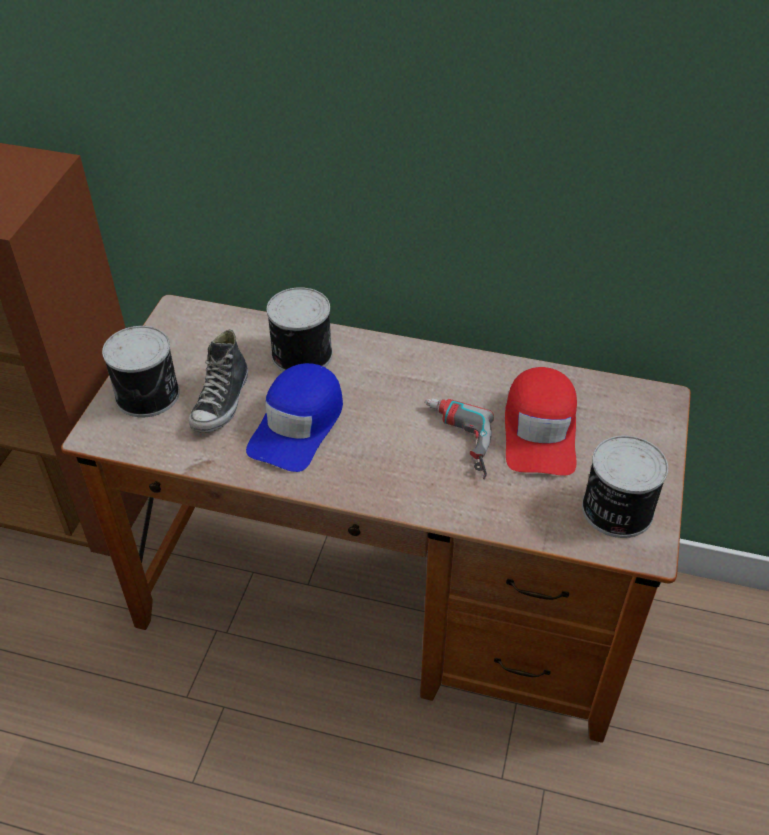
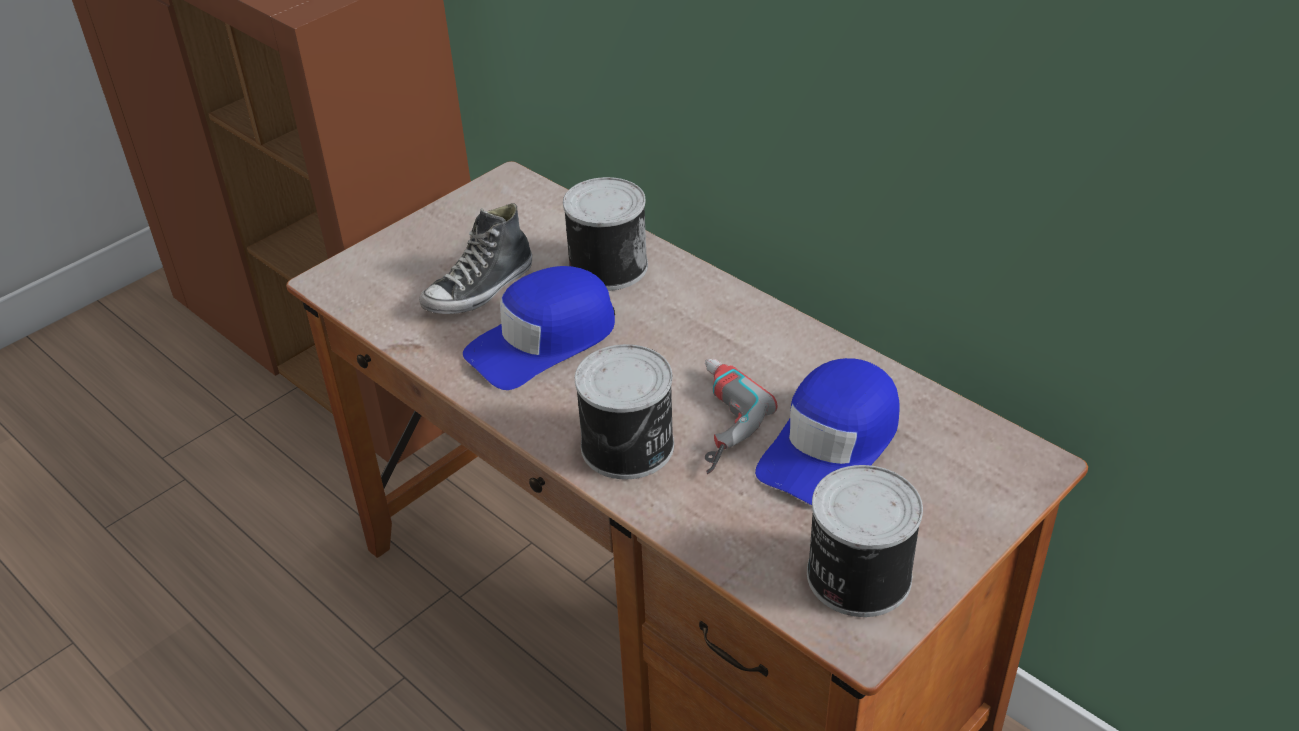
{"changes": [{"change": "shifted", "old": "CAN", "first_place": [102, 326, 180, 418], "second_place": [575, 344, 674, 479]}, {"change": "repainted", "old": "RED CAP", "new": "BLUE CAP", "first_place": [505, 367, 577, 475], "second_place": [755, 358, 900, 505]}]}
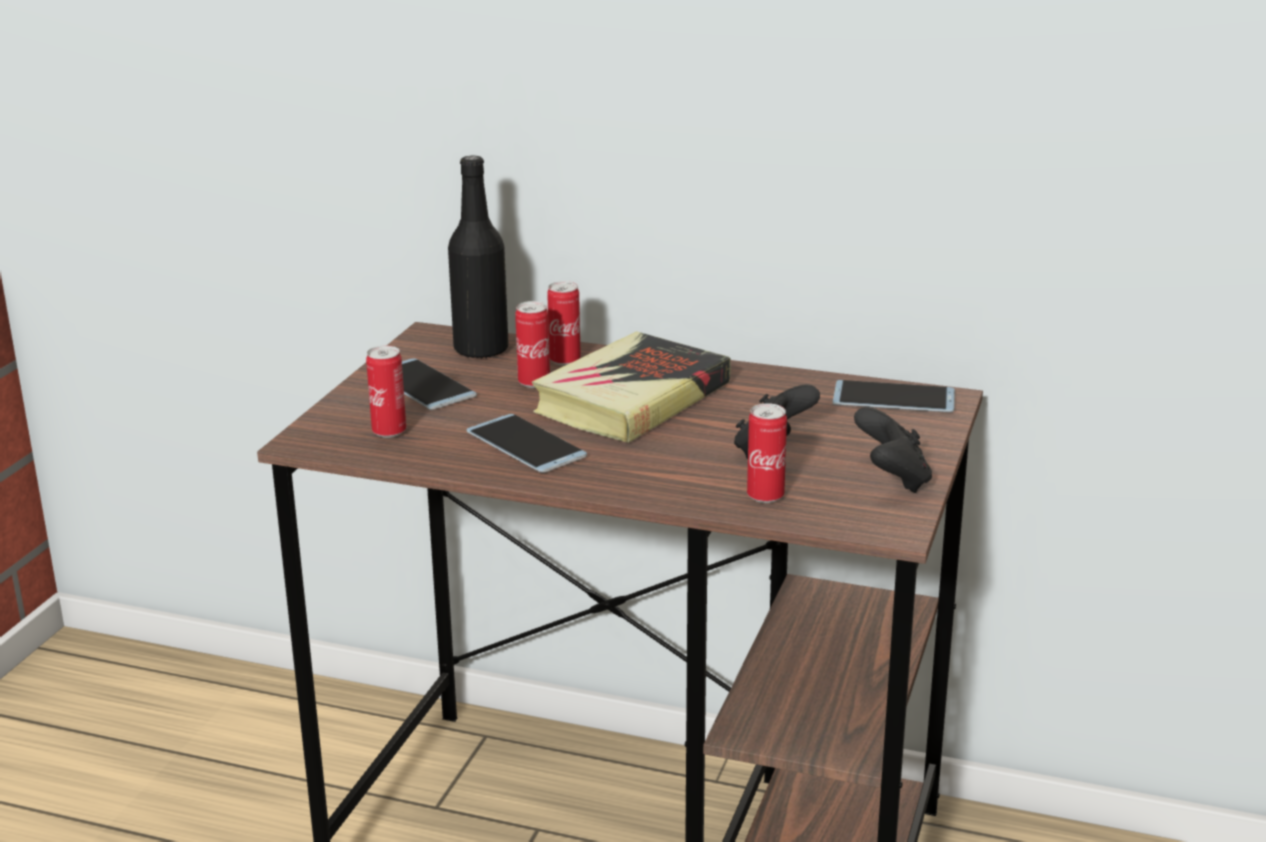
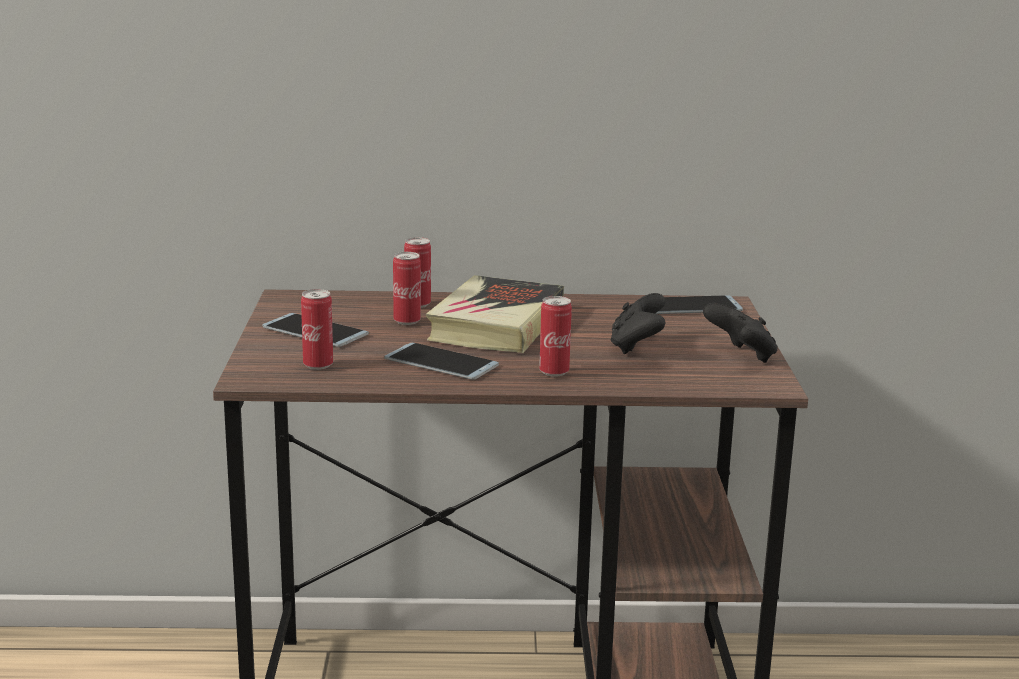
{"changes": [{"change": "shifted", "old": "CAN", "first_place": [747, 403, 787, 503], "second_place": [539, 296, 572, 377]}, {"change": "gone", "old": "BLACK BOTTLE", "first_place": [448, 155, 509, 359]}]}
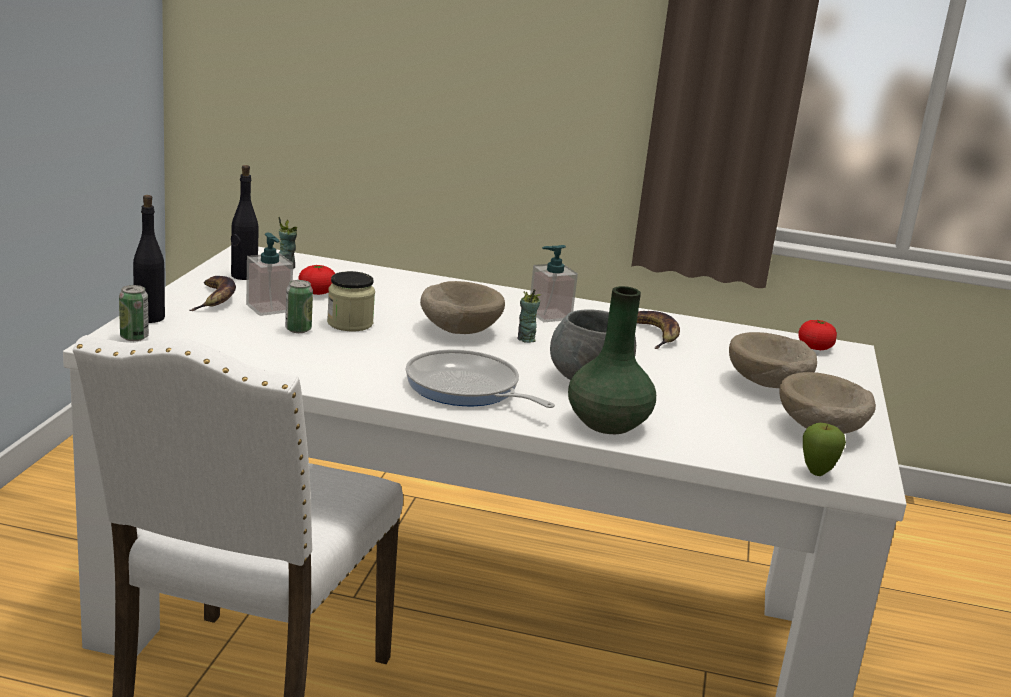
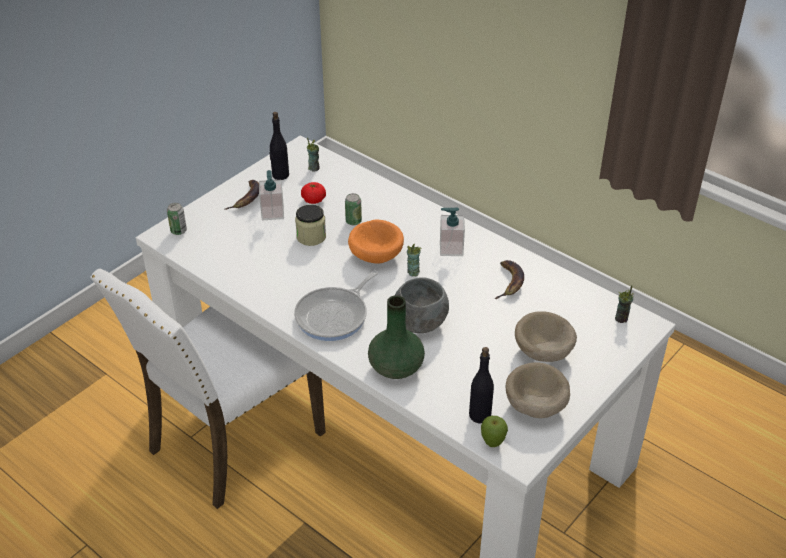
{"changes": [{"change": "rotated", "old": "FRYING PAN", "first_place": [405, 349, 555, 408], "second_place": [294, 271, 378, 341], "degrees": -120}, {"change": "shifted", "old": "CAN", "first_place": [285, 280, 313, 333], "second_place": [345, 193, 362, 225]}, {"change": "repainted", "old": "BEIGE BOWL", "new": "ORANGE BOWL", "first_place": [420, 281, 505, 334], "second_place": [348, 220, 404, 264]}, {"change": "shifted", "old": "BLACK BOTTLE", "first_place": [133, 195, 165, 323], "second_place": [469, 347, 494, 423]}, {"change": "swapped", "old": "TOMATO", "new": "CUP", "first_place": [798, 320, 837, 350], "second_place": [615, 285, 634, 323]}]}
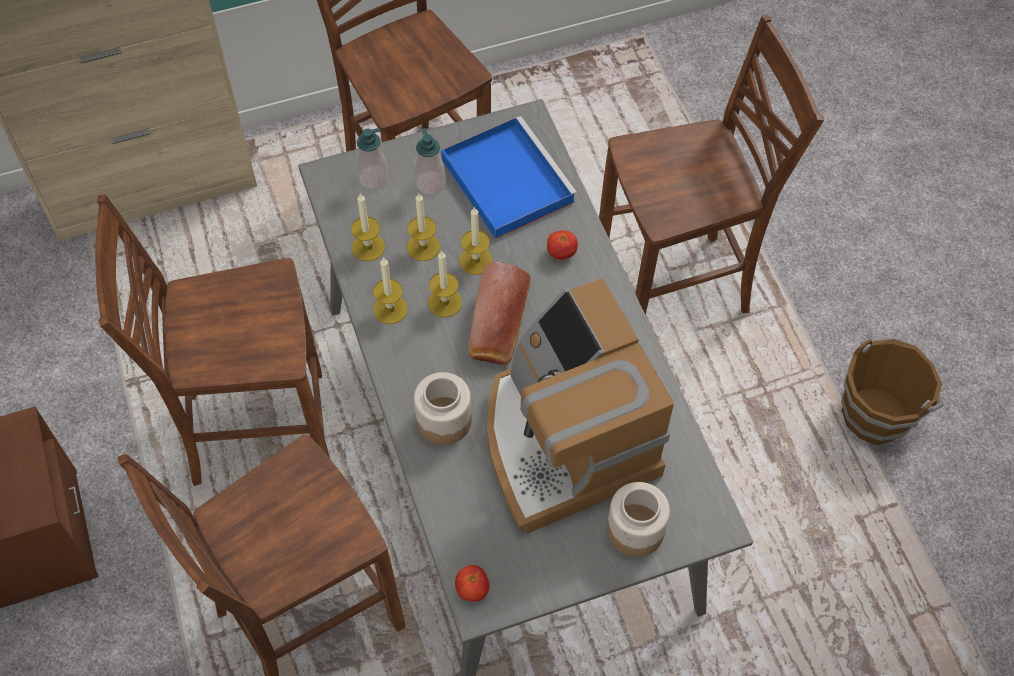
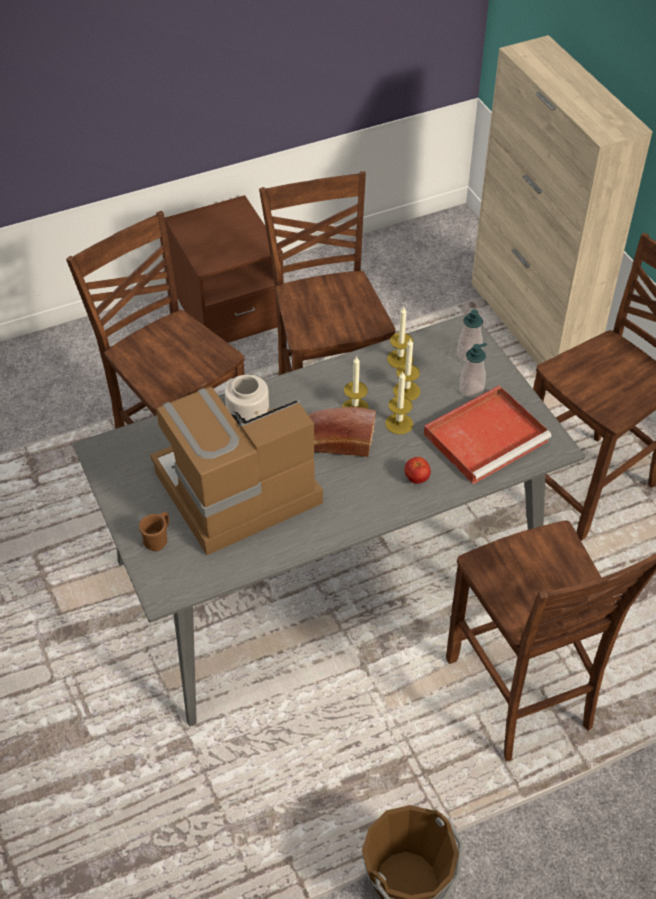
{"changes": [{"change": "swapped", "old": "JAR", "new": "BROWN MUG", "first_place": [607, 482, 670, 557], "second_place": [139, 511, 169, 551]}, {"change": "repainted", "old": "BLUE TRAY", "new": "RED TRAY", "first_place": [441, 116, 578, 239], "second_place": [424, 385, 552, 484]}, {"change": "gone", "old": "CANDLE", "first_place": [373, 257, 408, 324]}, {"change": "gone", "old": "TOMATO", "first_place": [455, 565, 490, 602]}]}
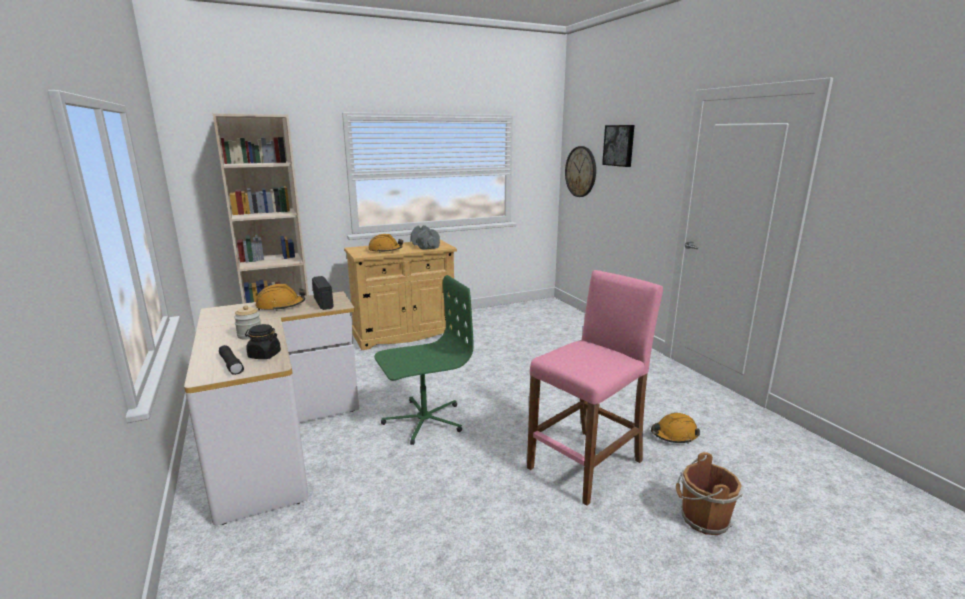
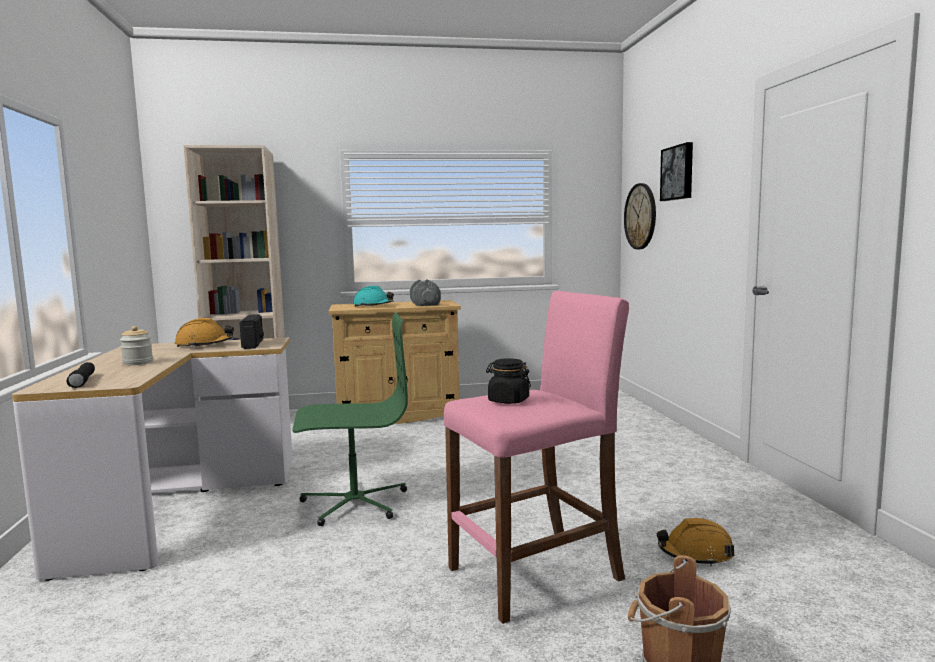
{"changes": [{"change": "repainted", "old": "ORANGE HARD HAT", "new": "TURQUOISE HARD HAT", "first_place": [368, 234, 403, 253], "second_place": [353, 286, 394, 307]}, {"change": "shifted", "old": "BLACK JAR", "first_place": [245, 324, 281, 359], "second_place": [486, 358, 531, 404]}]}
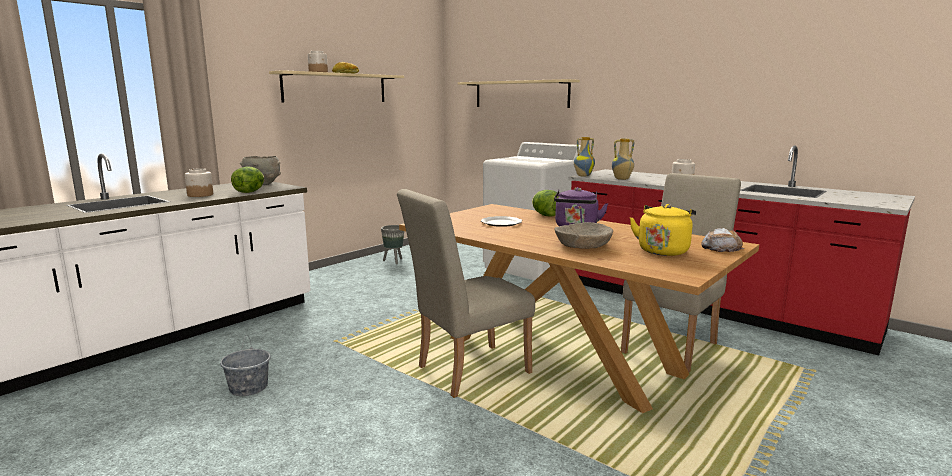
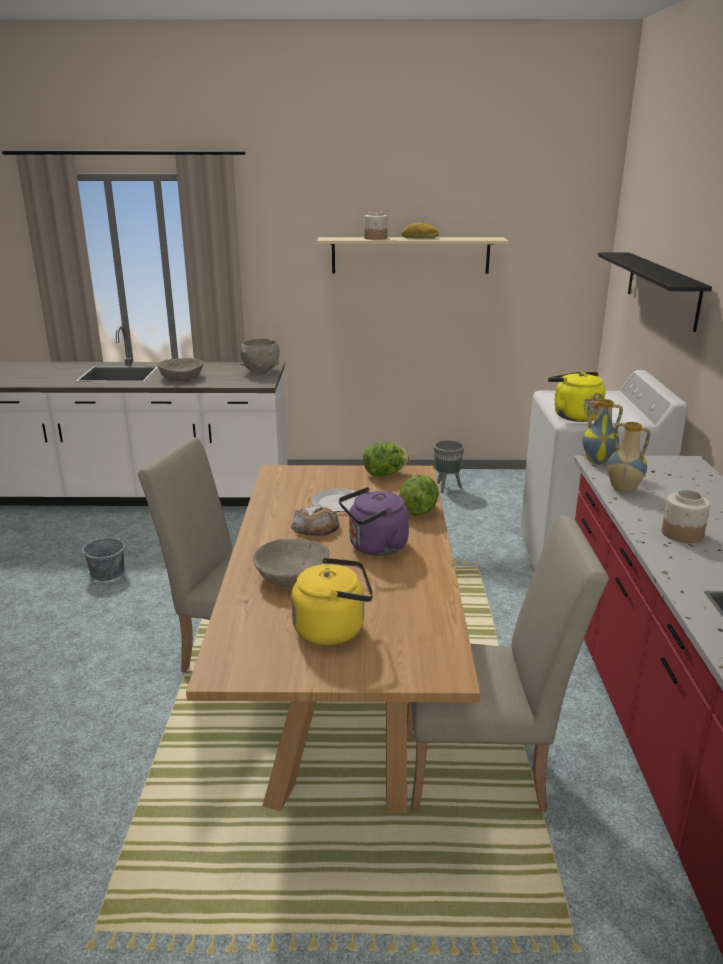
{"changes": [{"change": "swapped", "old": "JAR", "new": "BEIGE BOWL", "first_place": [185, 168, 213, 197], "second_place": [158, 358, 203, 381]}, {"change": "shifted", "old": "BREAD", "first_place": [701, 228, 744, 252], "second_place": [291, 504, 339, 537]}, {"change": "shifted", "old": "LETTUCE", "first_place": [231, 167, 264, 193], "second_place": [363, 442, 409, 477]}, {"change": "new", "new": "YELLOW KETTLE", "second_place": [548, 372, 606, 422]}, {"change": "repainted", "old": "BEIGE SHELF", "new": "BLACK SHELF", "first_place": [458, 79, 580, 108], "second_place": [598, 253, 712, 332]}]}
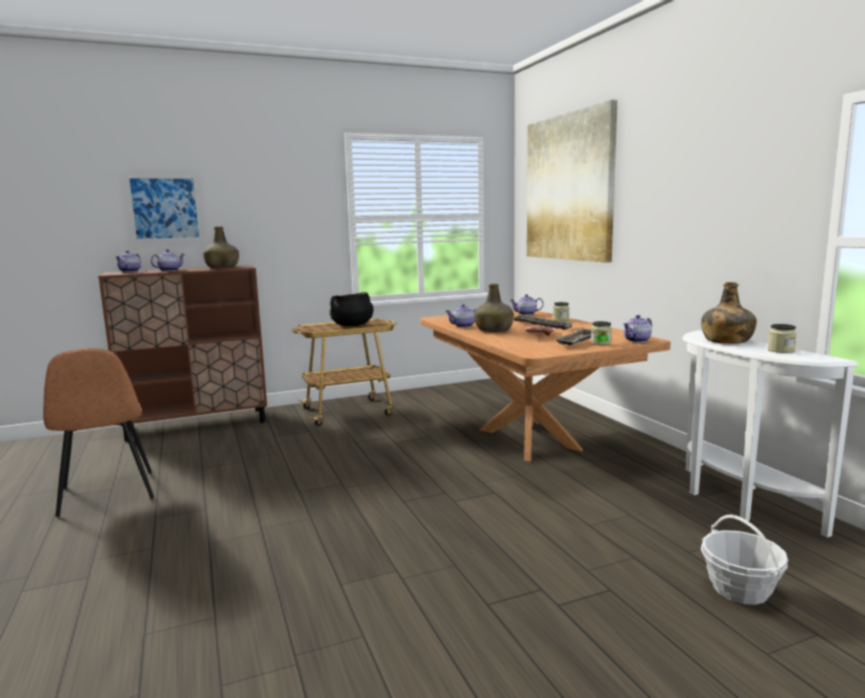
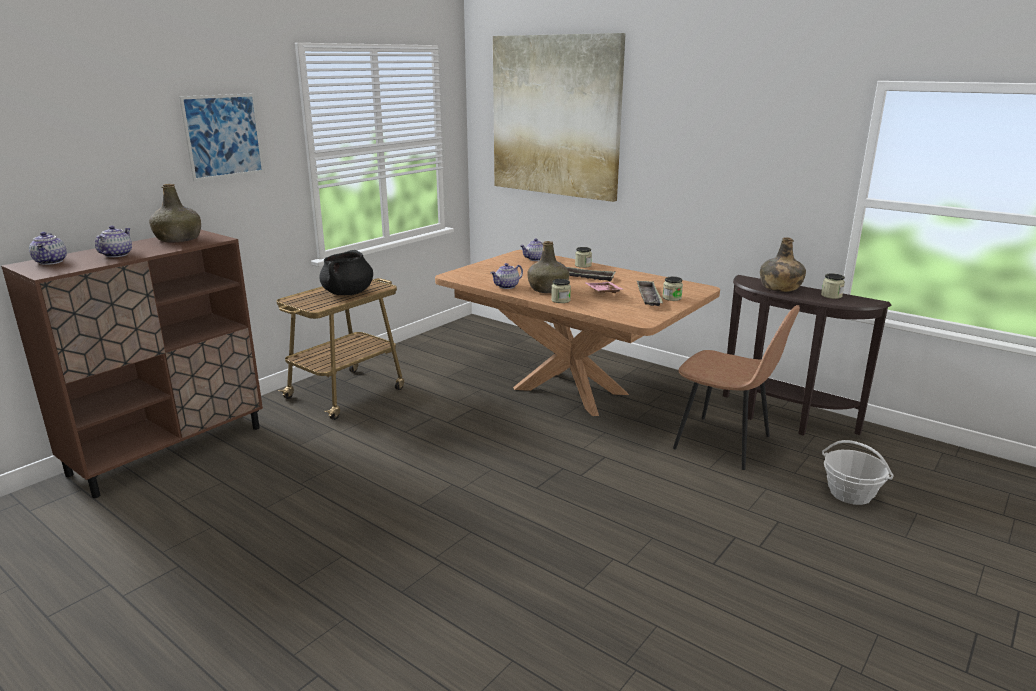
{"changes": [{"change": "shifted", "old": "PICTURE", "first_place": [127, 176, 201, 241], "second_place": [179, 93, 264, 181]}, {"change": "new", "new": "JAR", "second_place": [551, 279, 571, 303]}, {"change": "shifted", "old": "BROWN CHAIR", "first_place": [43, 348, 154, 517], "second_place": [673, 305, 800, 470]}, {"change": "repainted", "old": "WHITE CONSOLE TABLE", "new": "BROWN CONSOLE TABLE", "first_place": [682, 330, 859, 537], "second_place": [723, 275, 892, 436]}, {"change": "gone", "old": "TEAPOT", "first_place": [623, 315, 652, 343]}]}
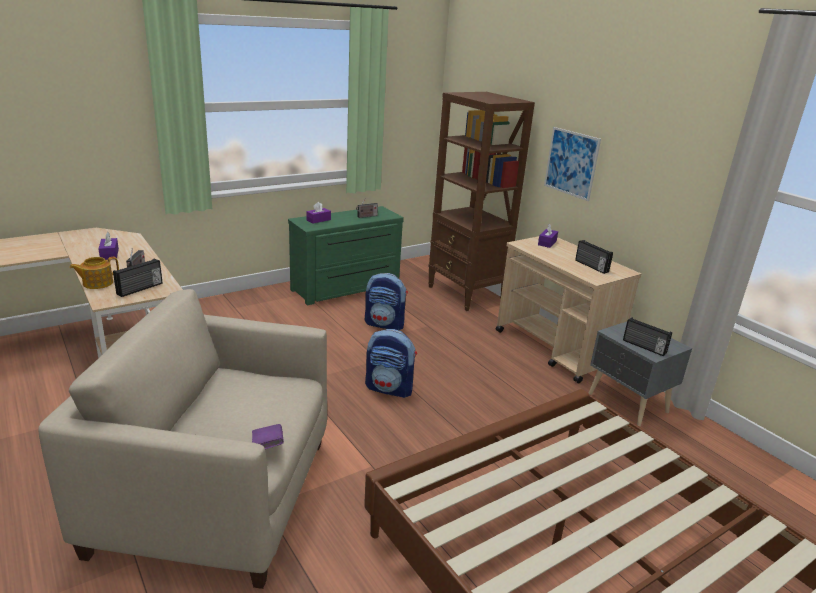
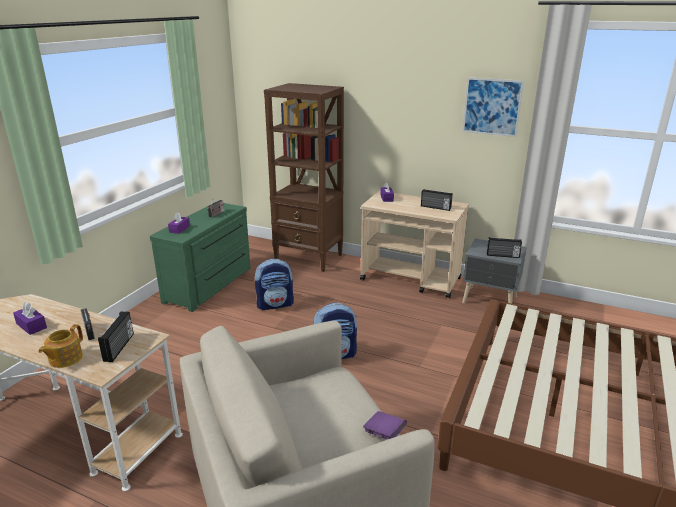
{"changes": [{"change": "shifted", "old": "PICTURE", "first_place": [544, 127, 601, 201], "second_place": [462, 77, 524, 137]}]}
